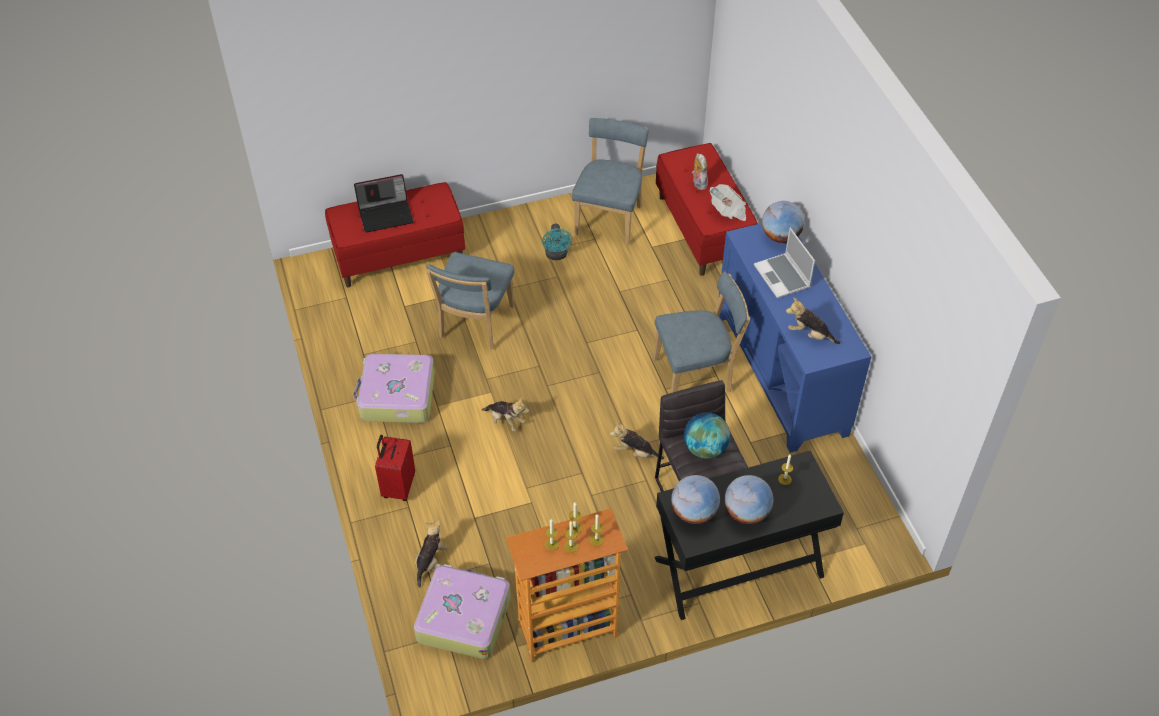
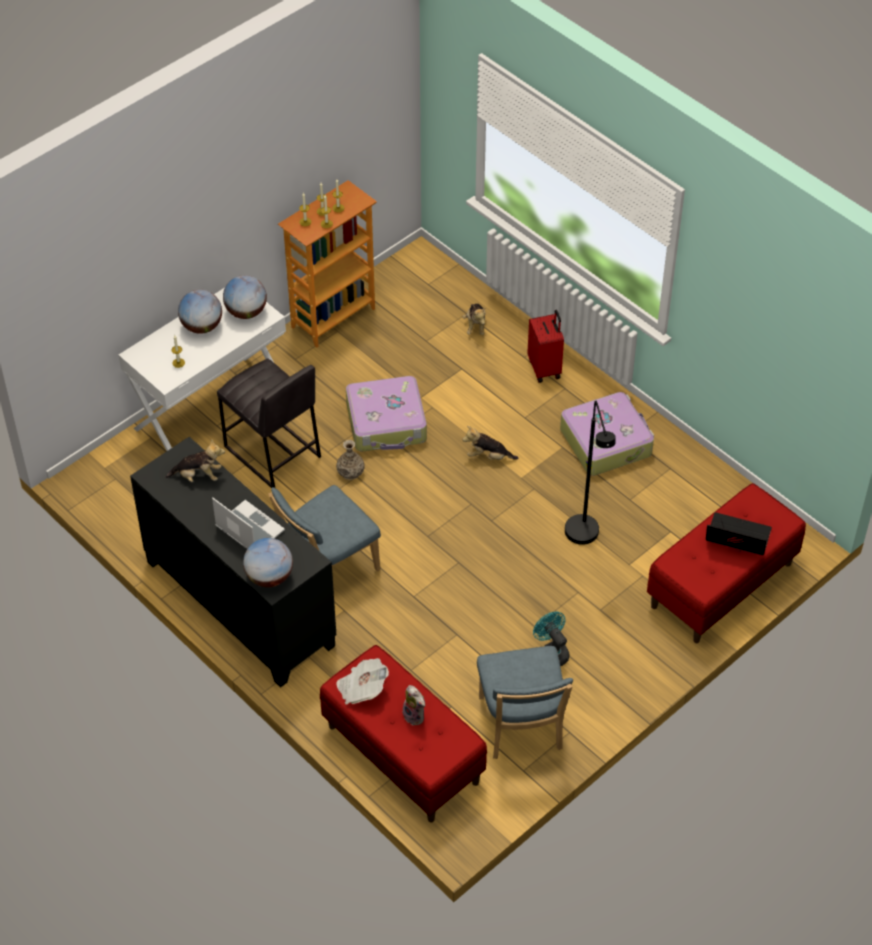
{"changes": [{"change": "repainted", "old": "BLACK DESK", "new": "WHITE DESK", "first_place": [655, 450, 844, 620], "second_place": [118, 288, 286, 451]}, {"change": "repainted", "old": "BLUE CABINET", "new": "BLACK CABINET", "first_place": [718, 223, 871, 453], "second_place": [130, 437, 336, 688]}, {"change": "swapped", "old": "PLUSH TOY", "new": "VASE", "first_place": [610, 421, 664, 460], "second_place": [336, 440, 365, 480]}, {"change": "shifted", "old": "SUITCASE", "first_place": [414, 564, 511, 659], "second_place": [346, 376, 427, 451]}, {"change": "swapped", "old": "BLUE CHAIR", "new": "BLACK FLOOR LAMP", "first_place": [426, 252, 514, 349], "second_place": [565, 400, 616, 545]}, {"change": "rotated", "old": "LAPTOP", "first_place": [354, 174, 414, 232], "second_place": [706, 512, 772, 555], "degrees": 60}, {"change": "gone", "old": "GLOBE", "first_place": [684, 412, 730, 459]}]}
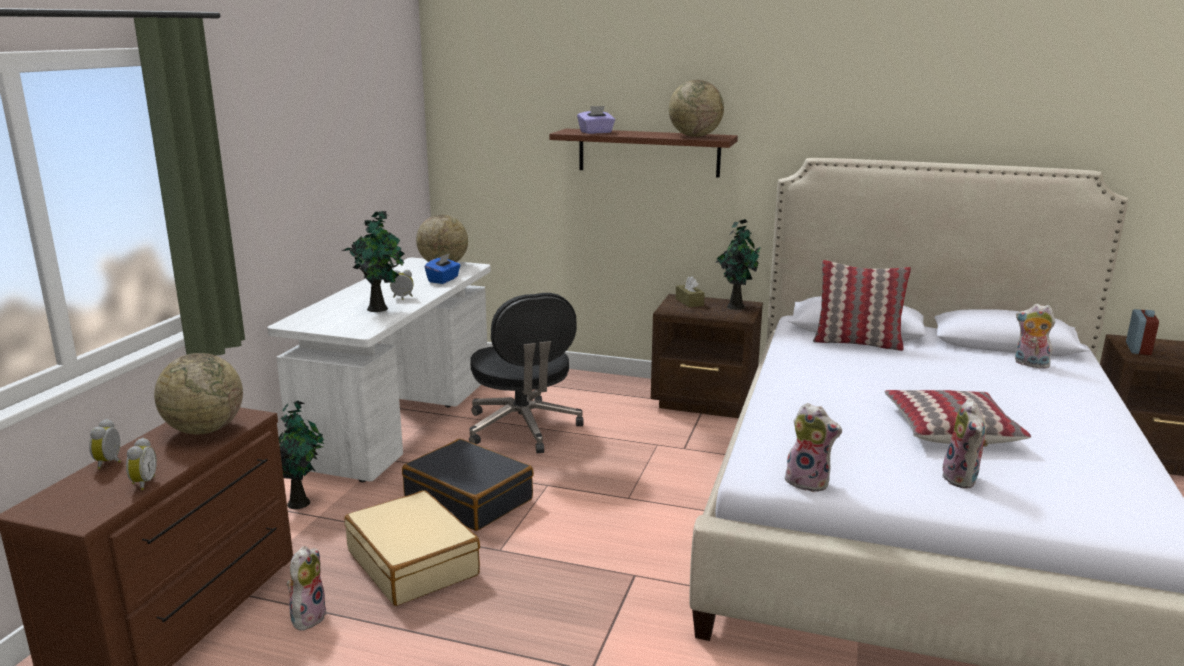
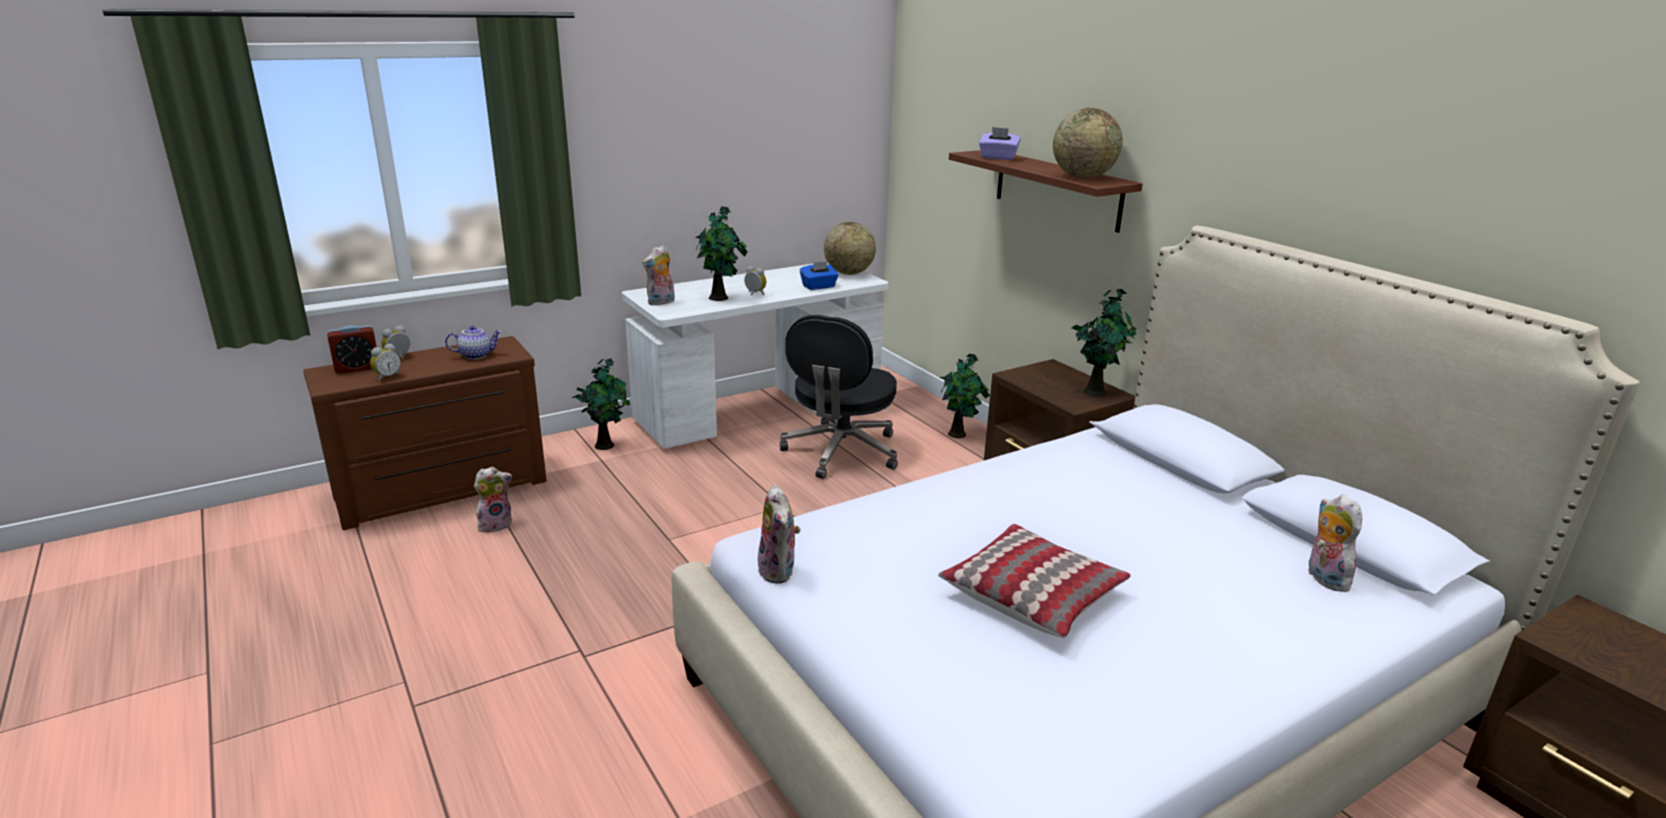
{"changes": [{"change": "shifted", "old": "ALARM CLOCK", "first_place": [1126, 309, 1159, 355], "second_place": [327, 325, 377, 374]}, {"change": "swapped", "old": "GLOBE", "new": "TEAPOT", "first_place": [154, 353, 243, 434], "second_place": [445, 325, 502, 359]}, {"change": "shifted", "old": "PLUSH TOY", "first_place": [942, 398, 989, 488], "second_place": [642, 245, 675, 306]}, {"change": "new", "new": "POTTED PLANT", "second_place": [939, 354, 990, 438]}, {"change": "gone", "old": "BEIGE SUITCASE", "first_place": [344, 490, 480, 606]}, {"change": "gone", "old": "BLACK SUITCASE", "first_place": [402, 439, 534, 531]}, {"change": "gone", "old": "BROWN TISSUE BOX", "first_place": [676, 276, 705, 307]}, {"change": "gone", "old": "PILLOW", "first_place": [813, 260, 911, 351]}]}
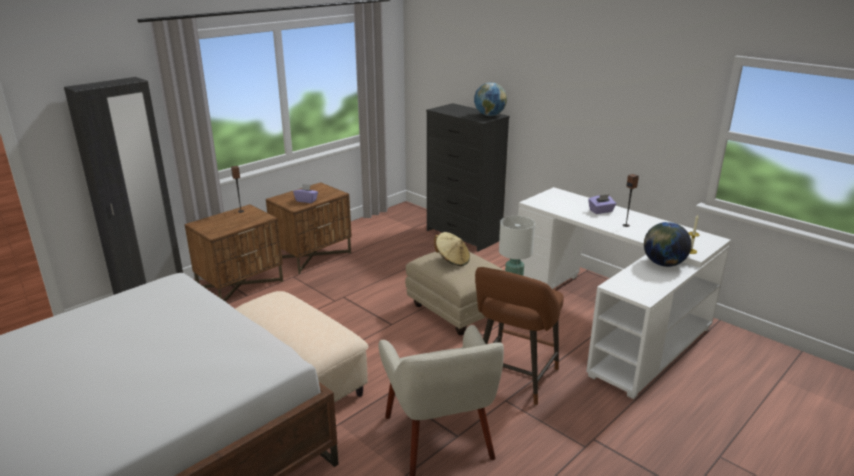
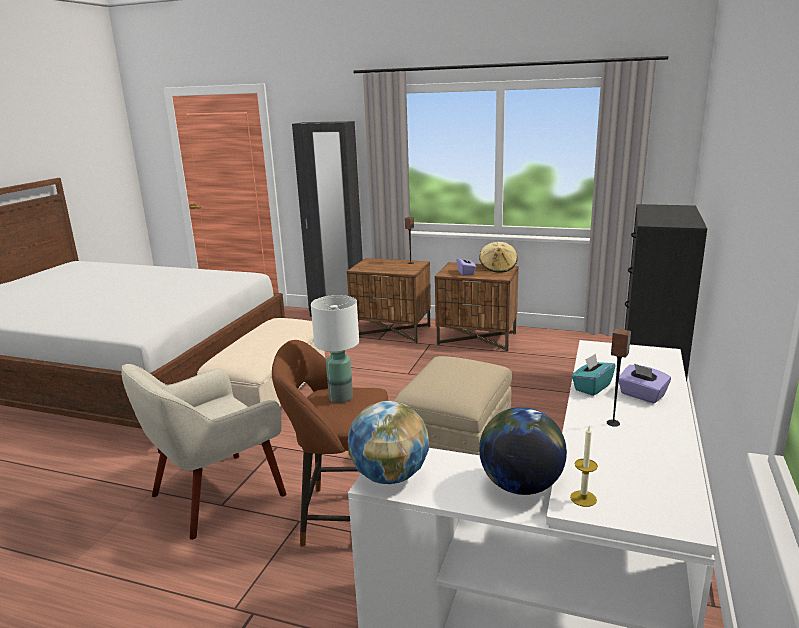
{"changes": [{"change": "shifted", "old": "GLOBE", "first_place": [474, 82, 507, 116], "second_place": [348, 401, 429, 484]}, {"change": "shifted", "old": "BEIGE HAT", "first_place": [434, 232, 470, 266], "second_place": [479, 242, 518, 273]}, {"change": "new", "new": "TURQUOISE TISSUE BOX", "second_place": [572, 353, 616, 396]}]}
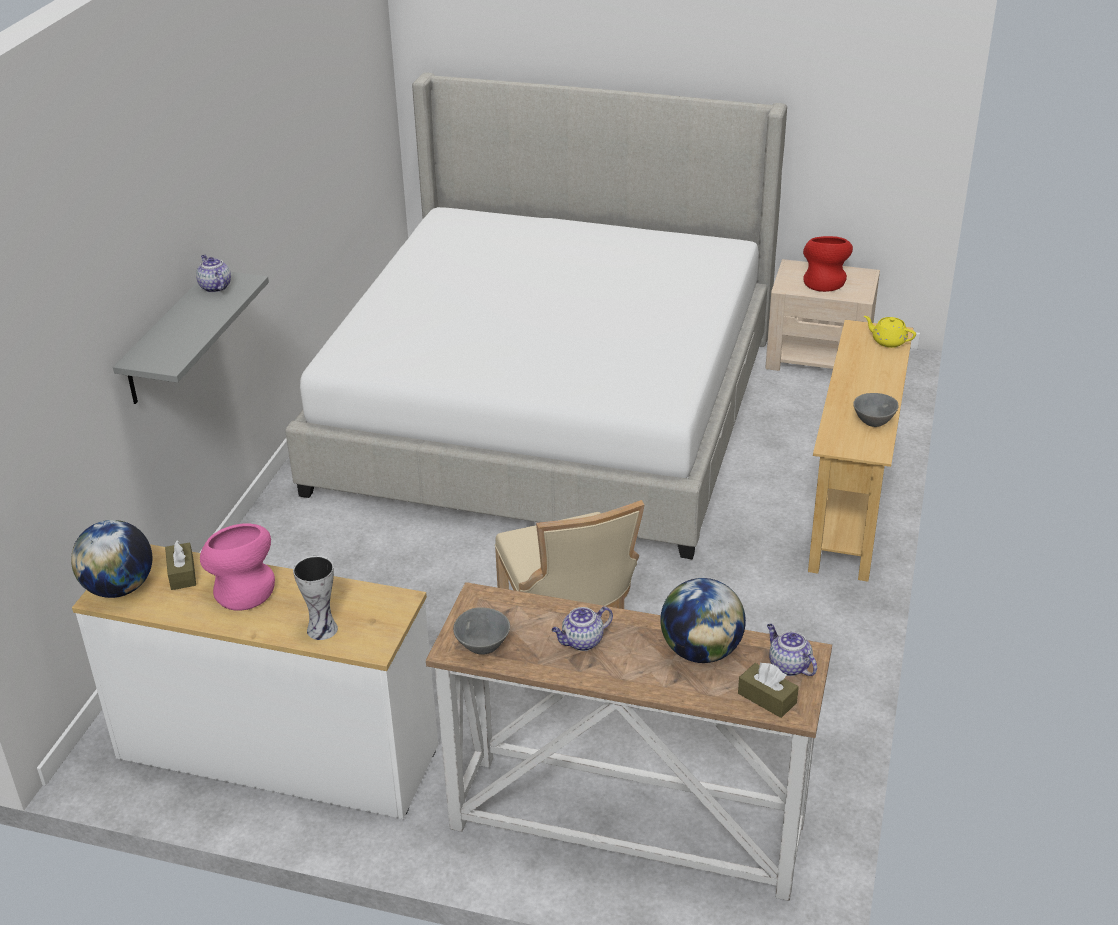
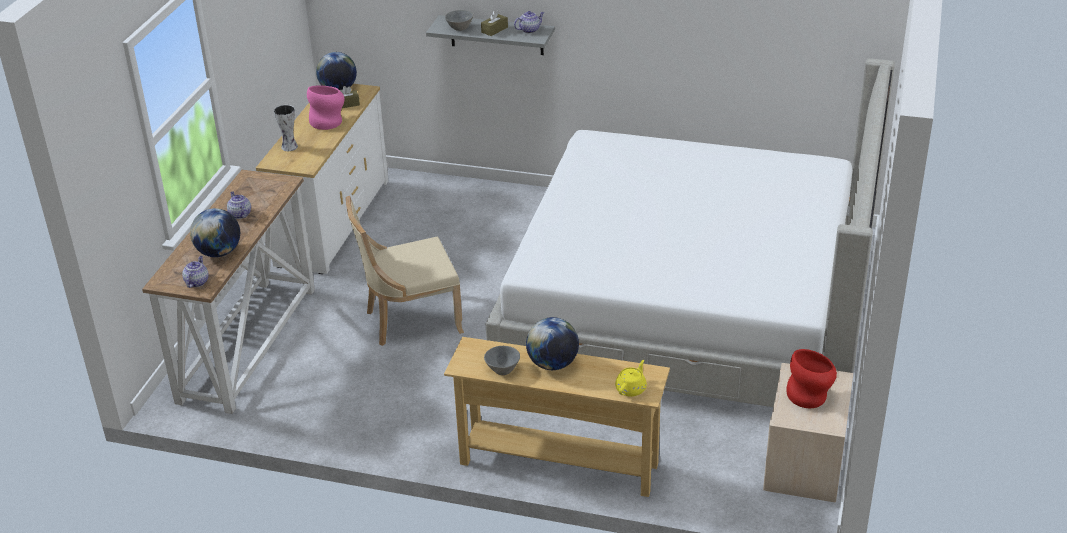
{"changes": [{"change": "rotated", "old": "TEAPOT", "first_place": [767, 624, 817, 676], "second_place": [182, 256, 209, 288], "degrees": -45}, {"change": "shifted", "old": "GREY BOWL", "first_place": [453, 608, 510, 655], "second_place": [445, 10, 473, 31]}, {"change": "shifted", "old": "BROWN TISSUE BOX", "first_place": [738, 663, 799, 718], "second_place": [481, 10, 508, 36]}, {"change": "new", "new": "GLOBE", "second_place": [526, 317, 579, 370]}]}
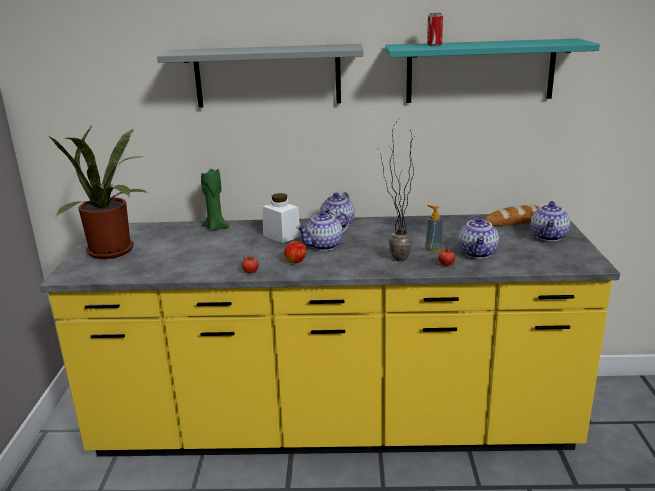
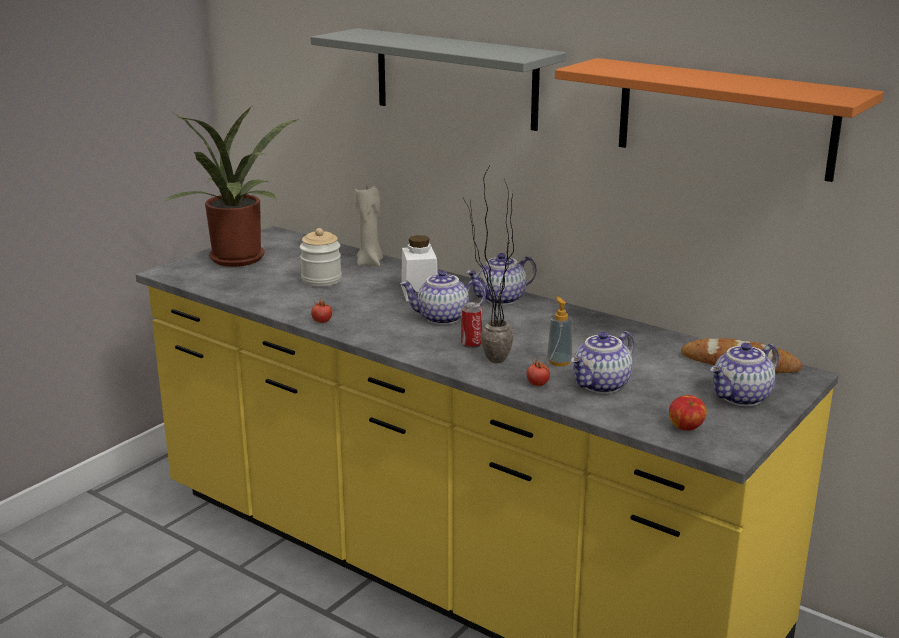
{"changes": [{"change": "new", "new": "JAR", "second_place": [300, 228, 342, 287]}, {"change": "repainted", "old": "GREEN CANDLE", "new": "BEIGE CANDLE", "first_place": [201, 168, 229, 232], "second_place": [355, 186, 383, 266]}, {"change": "shifted", "old": "CAN", "first_place": [427, 13, 443, 46], "second_place": [461, 302, 482, 348]}, {"change": "repainted", "old": "TURQUOISE SHELF", "new": "ORANGE SHELF", "first_place": [385, 39, 600, 103], "second_place": [555, 58, 884, 182]}, {"change": "shifted", "old": "APPLE", "first_place": [284, 241, 307, 263], "second_place": [669, 395, 707, 431]}]}
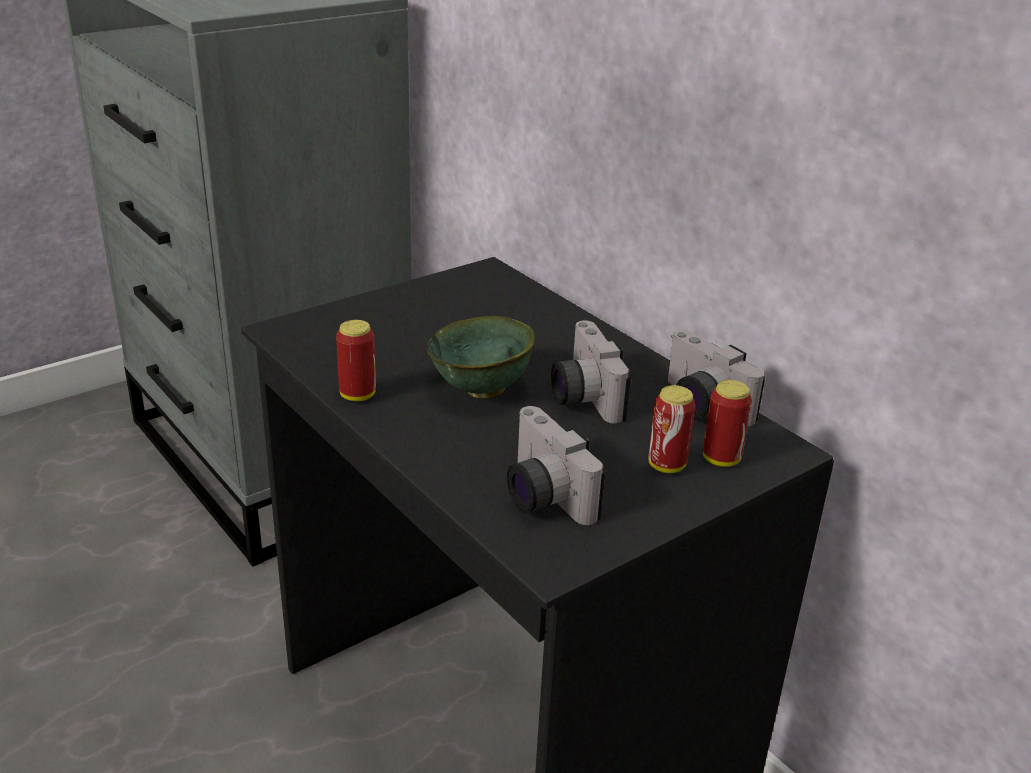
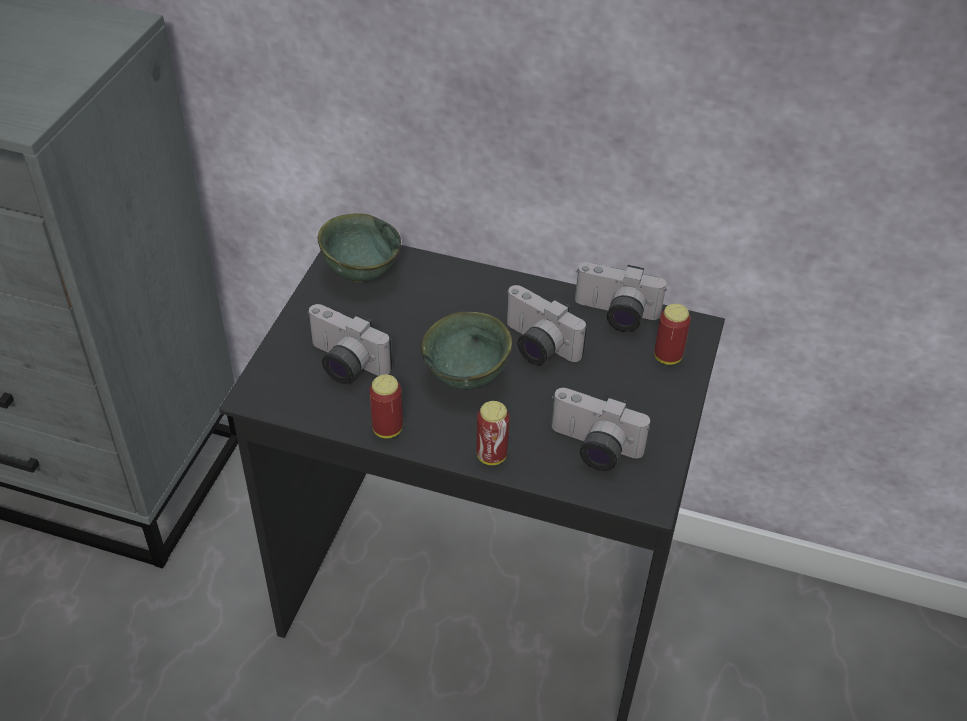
{"changes": [{"change": "new", "new": "PHOTO CAMERA", "second_place": [307, 304, 392, 384]}, {"change": "new", "new": "GREEN BOWL", "second_place": [318, 213, 401, 282]}, {"change": "shifted", "old": "CAN", "first_place": [649, 385, 696, 473], "second_place": [476, 401, 510, 465]}]}
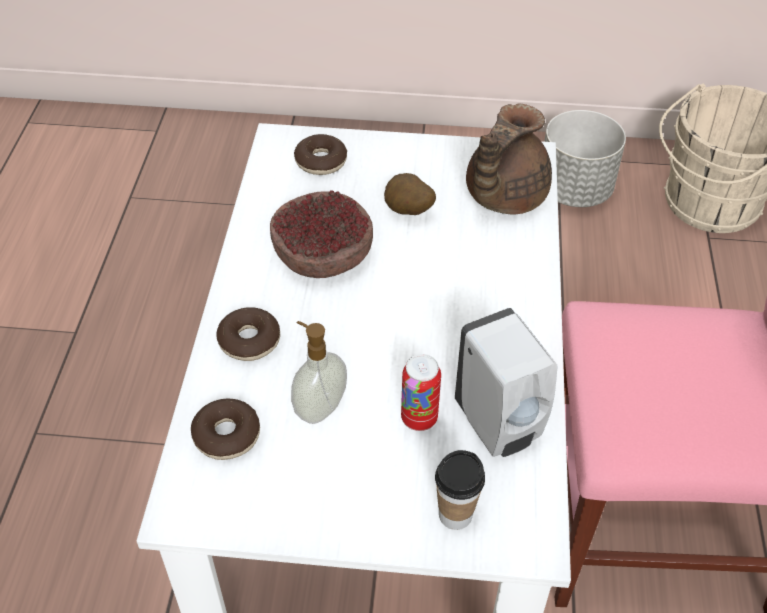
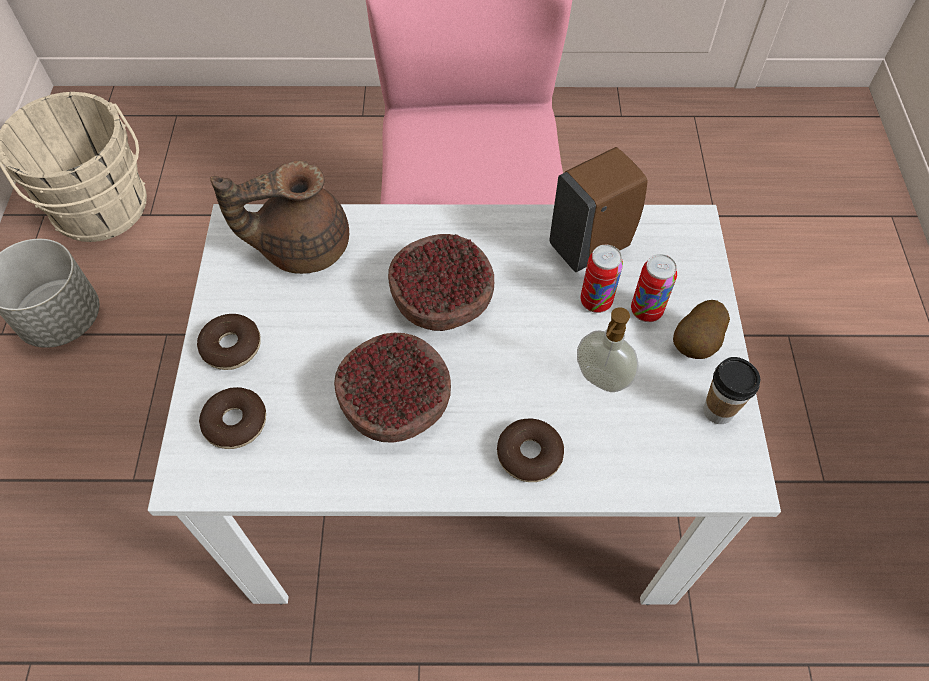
{"changes": [{"change": "shifted", "old": "DONUT", "first_place": [191, 399, 260, 460], "second_place": [197, 314, 261, 370]}, {"change": "rotated", "old": "BROWN TEAPOT", "first_place": [466, 103, 552, 214], "second_place": [210, 161, 349, 274], "degrees": 135}, {"change": "new", "new": "BOWL", "second_place": [388, 234, 494, 331]}, {"change": "repainted", "old": "WHITE SOAP DISPENSER", "new": "BROWN SOAP DISPENSER", "first_place": [455, 308, 558, 457], "second_place": [550, 147, 648, 272]}, {"change": "new", "new": "CAN", "second_place": [631, 254, 677, 322]}, {"change": "shifted", "old": "POTATO", "first_place": [384, 173, 436, 215], "second_place": [673, 300, 730, 359]}, {"change": "shifted", "old": "CUP", "first_place": [435, 450, 485, 530], "second_place": [703, 357, 760, 424]}]}
